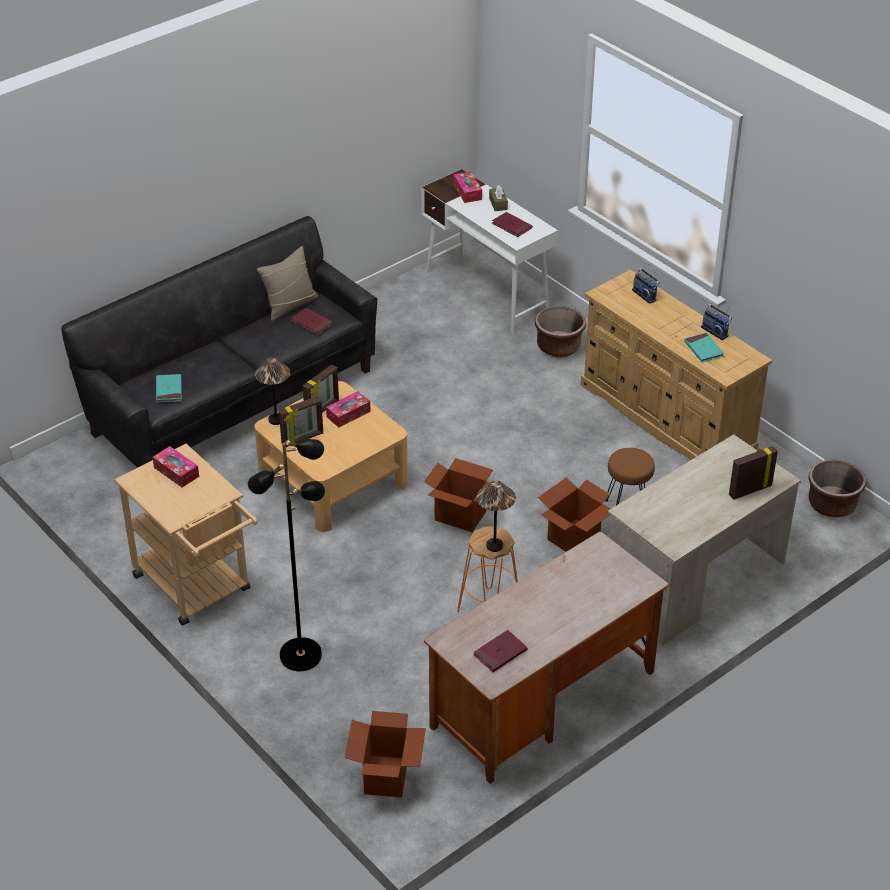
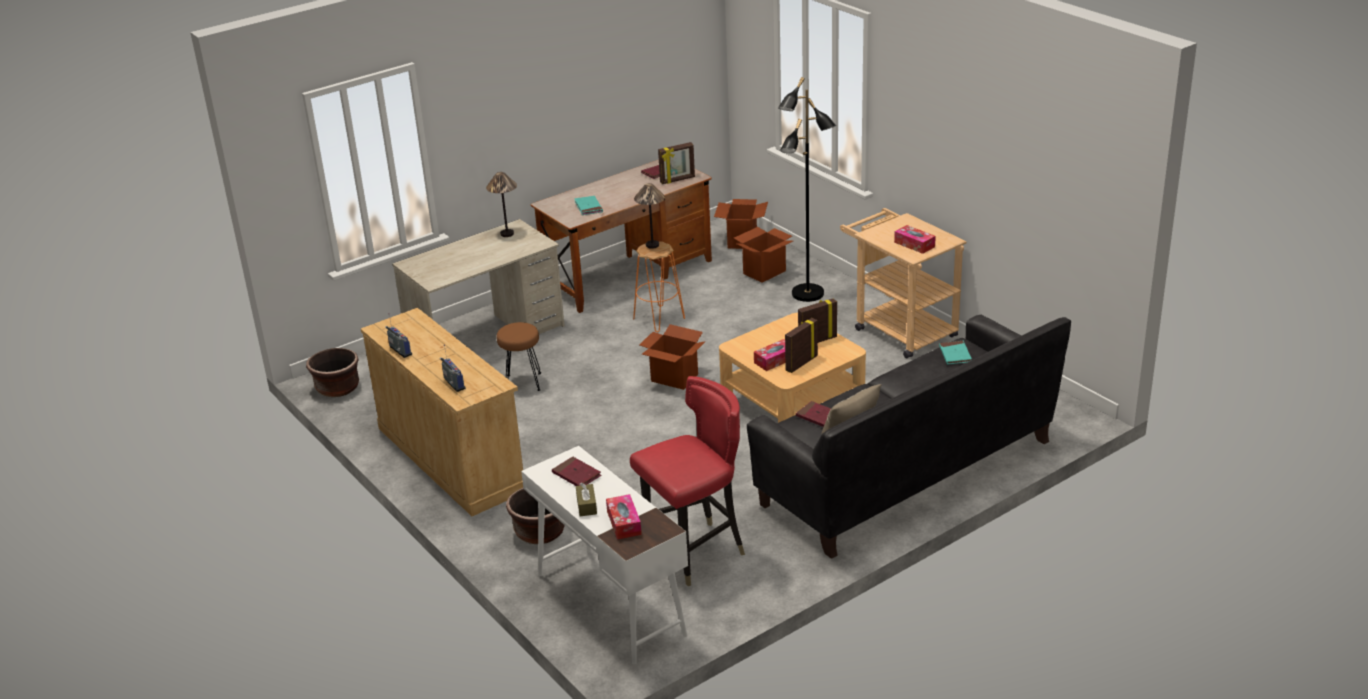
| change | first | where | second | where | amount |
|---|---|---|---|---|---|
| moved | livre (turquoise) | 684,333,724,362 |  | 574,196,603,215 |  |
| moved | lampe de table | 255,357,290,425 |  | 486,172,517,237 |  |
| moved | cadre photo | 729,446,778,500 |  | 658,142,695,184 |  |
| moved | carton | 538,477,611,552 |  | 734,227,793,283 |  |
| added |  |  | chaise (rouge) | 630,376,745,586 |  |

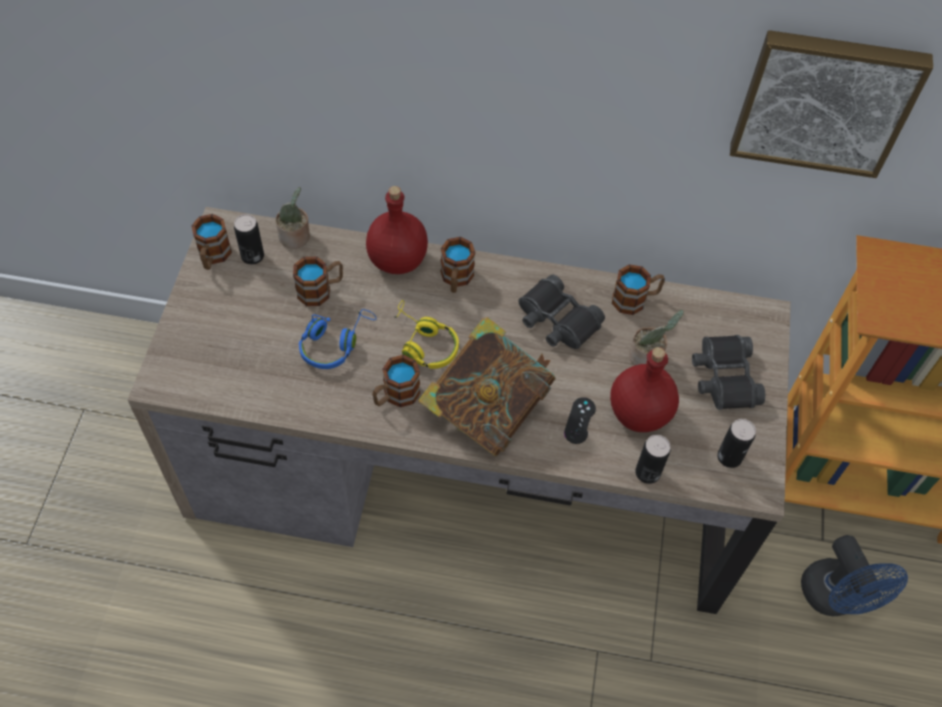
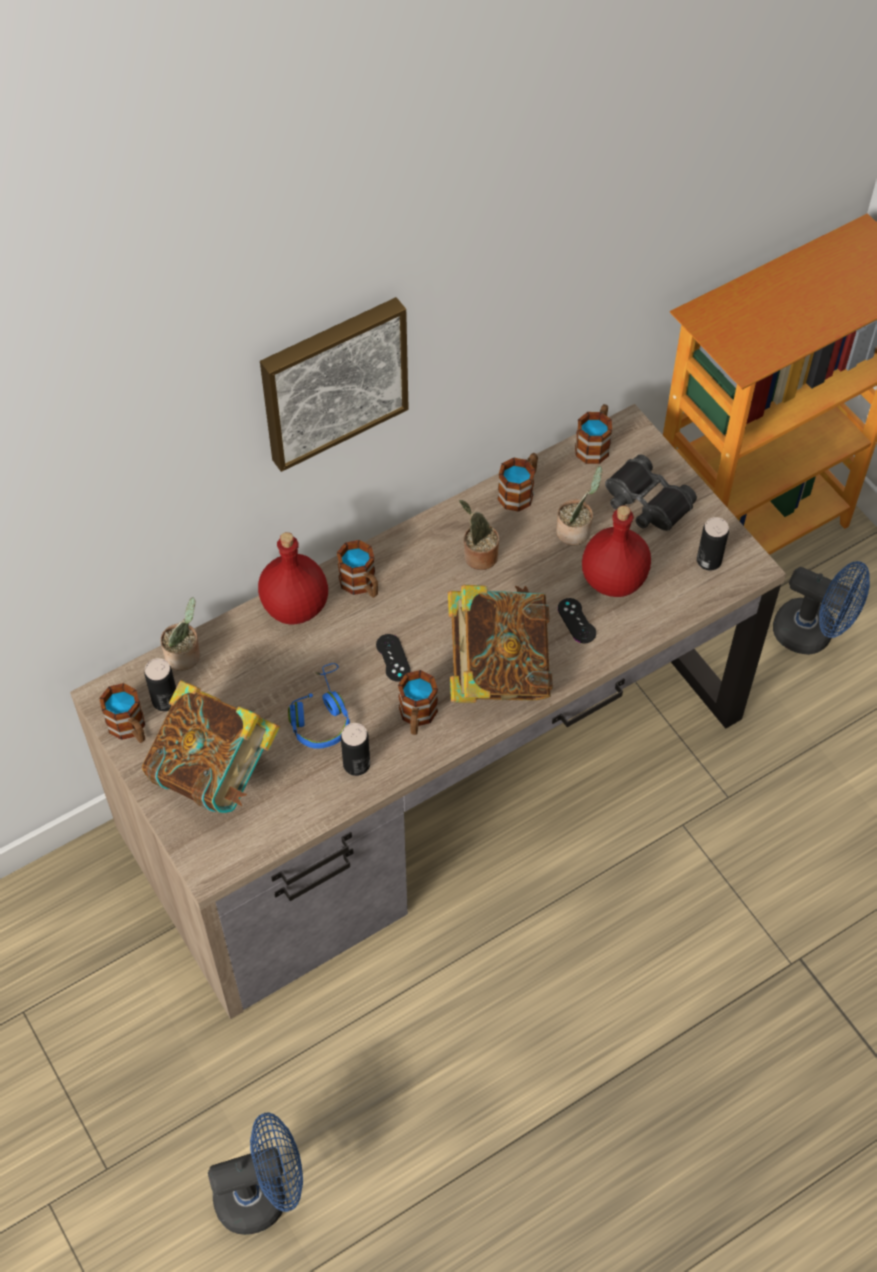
| change | first | where | second | where | amount |
|---|---|---|---|---|---|
| moved | tableau | 730,30,933,178 |  | 260,297,409,472 |  |
| moved | mug | 293,257,343,306 |  | 575,404,612,464 |  |
| replaced | jumelles (noir) | 518,274,605,349 | plante en pot | 459,500,499,570 |  |
| replaced | casque audio (jaune) | 394,300,459,369 | manette (noir) | 376,634,411,682 |  |
| moved | boîte métallique | 635,435,670,484 |  | 341,723,370,776 |  |
| added |  |  | livre | 142,680,280,813 |  |
| added |  |  | ventilateur (bleu) | 208,1112,303,1235 |  |

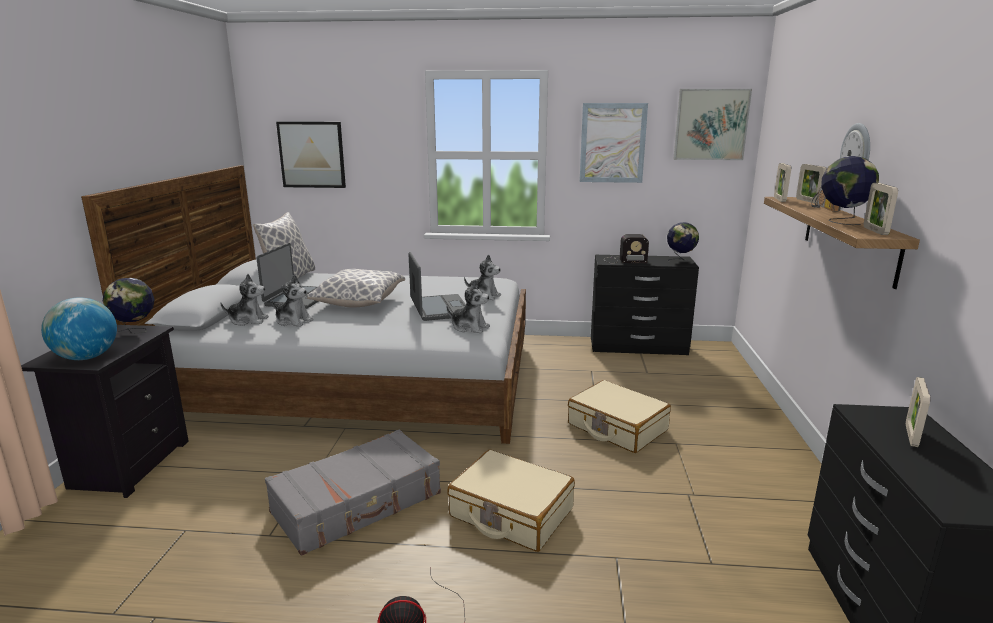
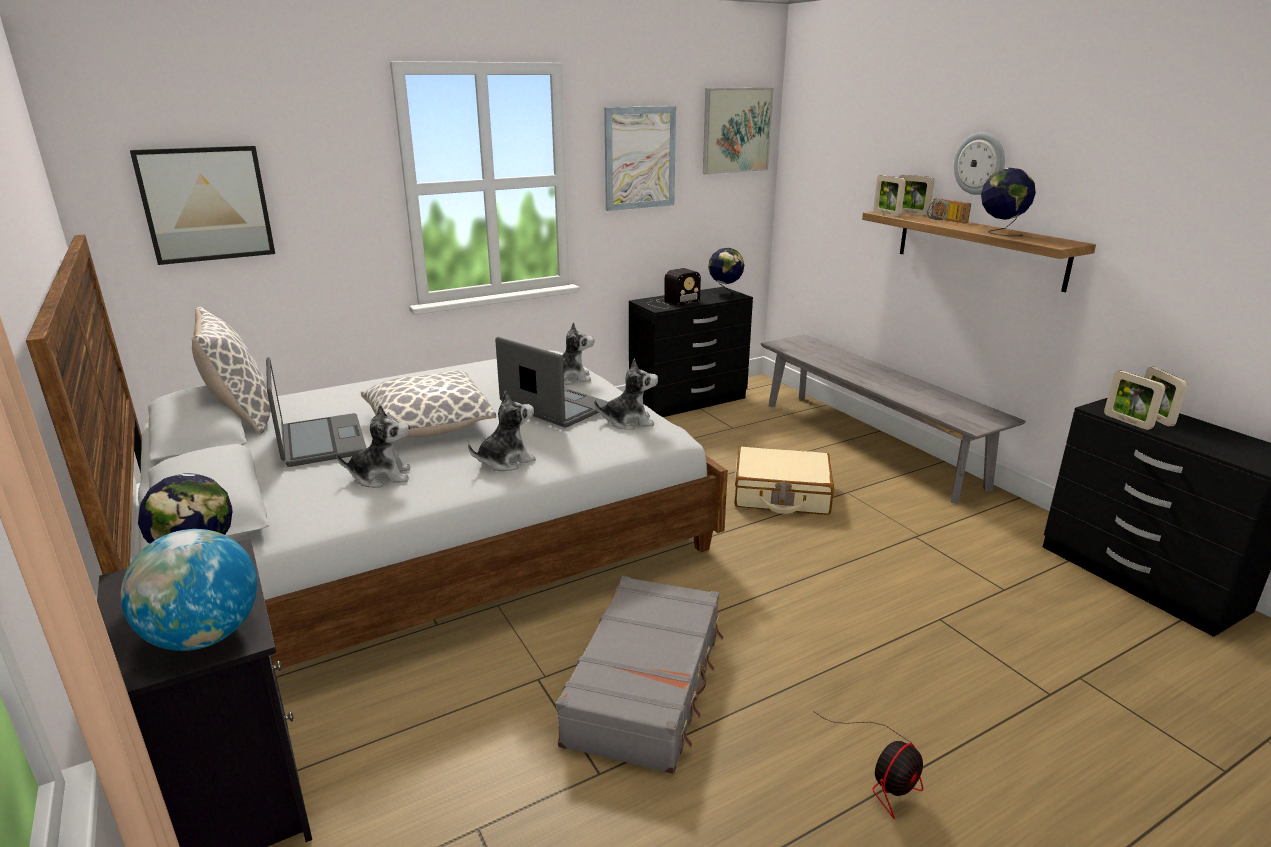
| change | first | where | second | where | amount |
|---|---|---|---|---|---|
| moved | cadre photo | 864,183,898,235 |  | 1104,371,1165,430 |  |
| moved | peluche | 220,274,269,326 |  | 468,390,536,471 |  |
| removed | valise (beige) | 447,450,575,552 |  |  |  |
| added |  |  | banc (gris) | 761,335,1026,504 |  |

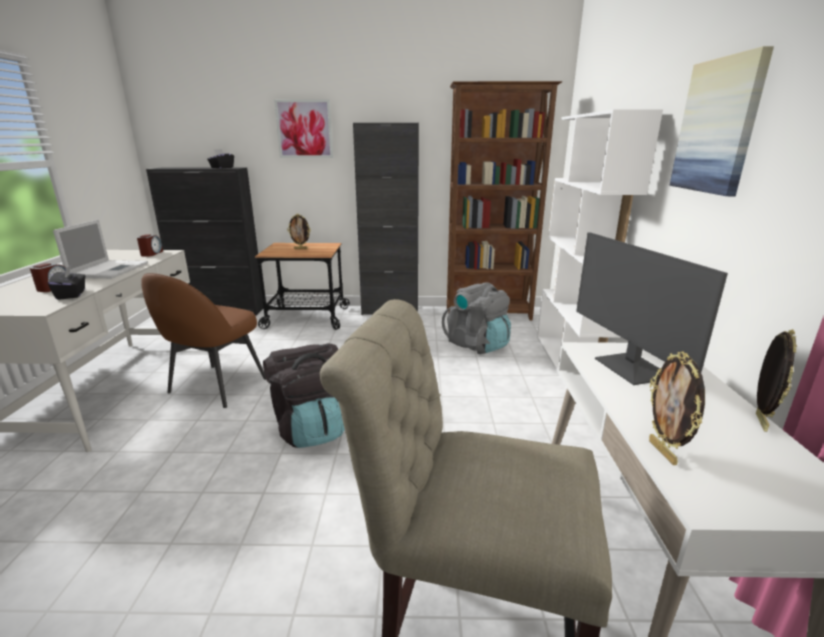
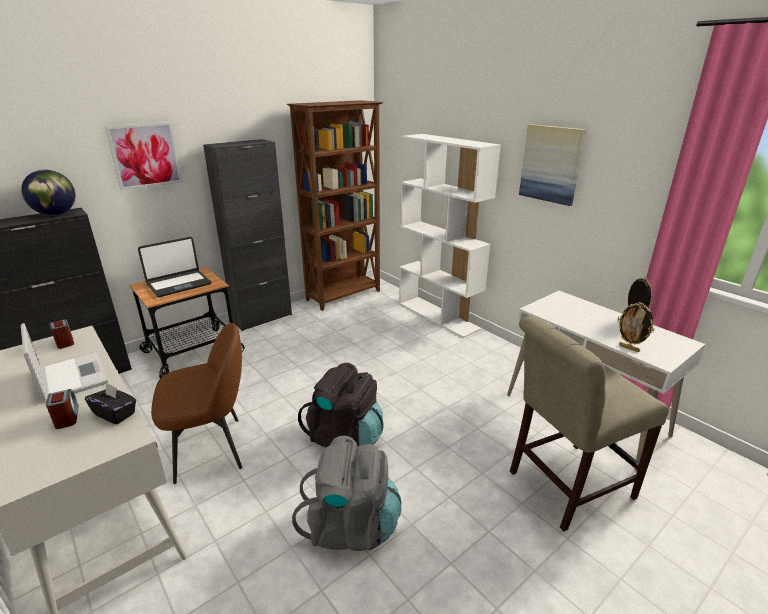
| change | first | where | second | where | amount |
|---|---|---|---|---|---|
| replaced | boîte à mouchoirs (noir) | 207,149,234,169 | globe | 21,170,76,215 |  |
| replaced | cadre photo | 287,214,311,249 | ordinateur portable | 138,237,211,297 |  |
| removed | écran d'ordinateur | 576,232,728,385 |  |  |  |
| turned | chaise (marron) | 141,273,266,408 |  | 151,323,242,484 | 90 degrees counterclockwise |
| moved | sac à dos (gris) | 442,282,511,354 |  | 292,436,401,551 |  |

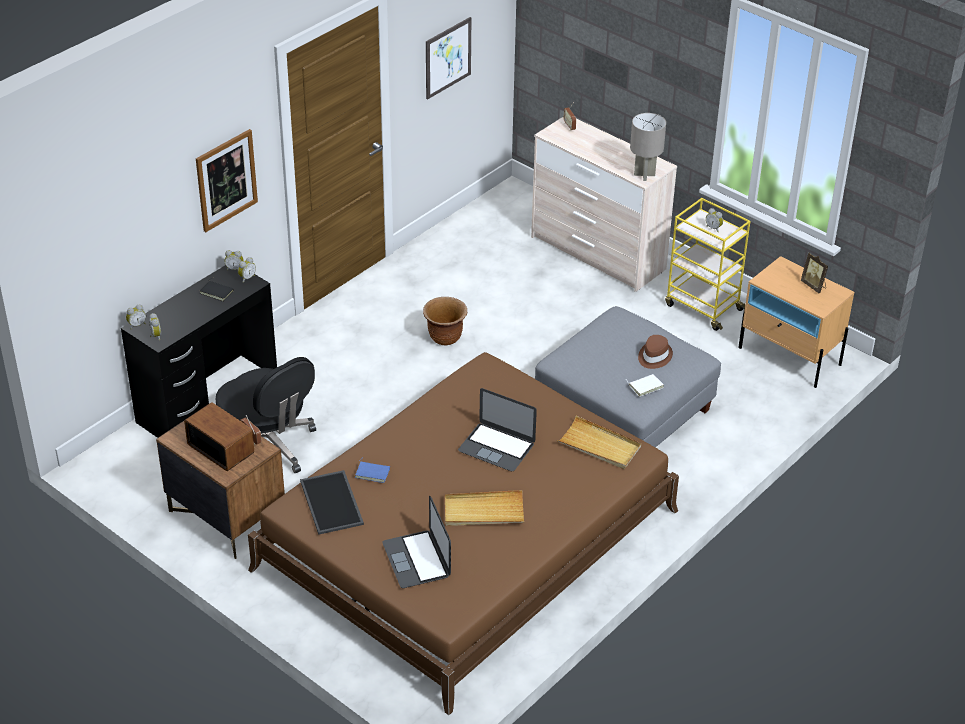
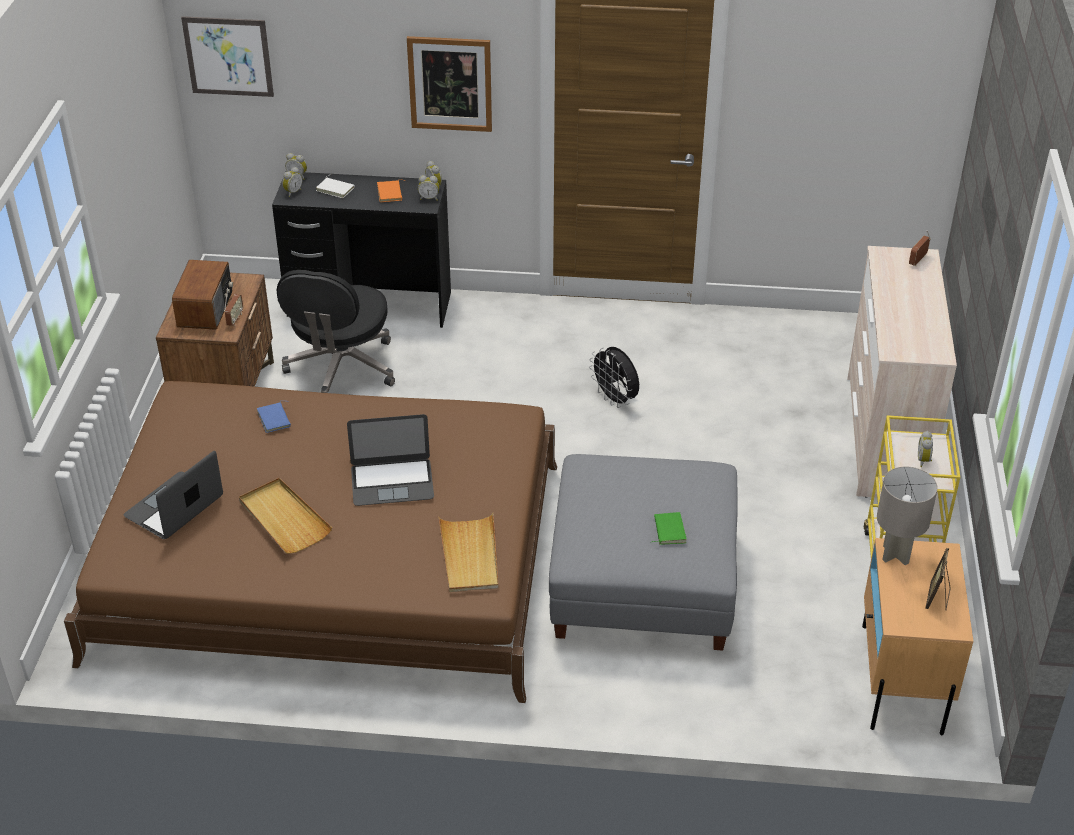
| change | first | where | second | where | amount |
|---|---|---|---|---|---|
| moved | tableau | 426,17,471,100 |  | 181,16,274,97 |  |
| moved | lampe de table (gris) | 630,113,666,181 |  | 877,467,938,565 |  |
| recoloured | livre (noir) | 200,278,234,302 | livre (orange) | 377,179,406,202 |  |
| replaced | cache-pot (marron) | 423,297,467,346 | ventilateur (noir) | 589,347,639,408 |  |
| replaced | chapeau (marron) | 638,335,673,369 | livre (vert) | 652,512,687,545 |  |
| moved | livre (blanc) | 626,374,664,397 |  | 316,175,354,198 |  |
| turned | ordinateur portable | 458,388,537,471 |  | 347,414,434,506 | 90 degrees counterclockwise |
| removed | plateau | 300,470,364,535 |  |  |  |

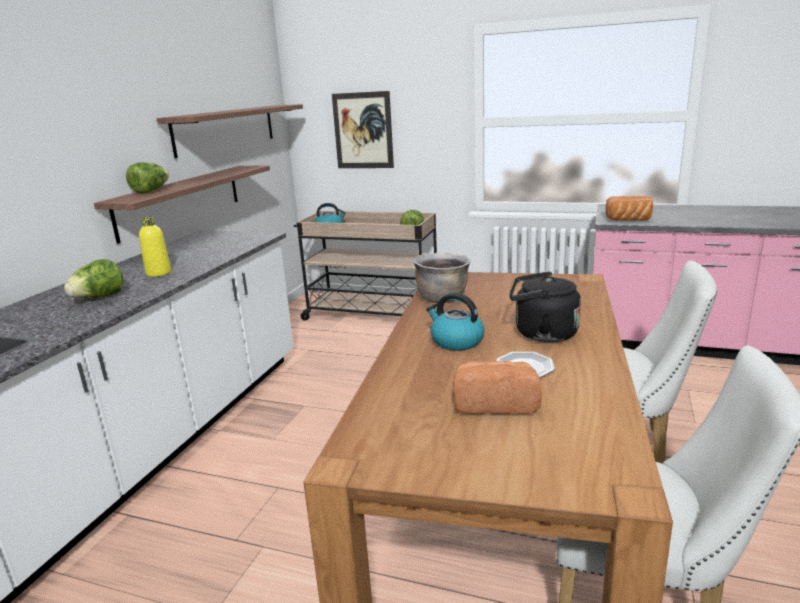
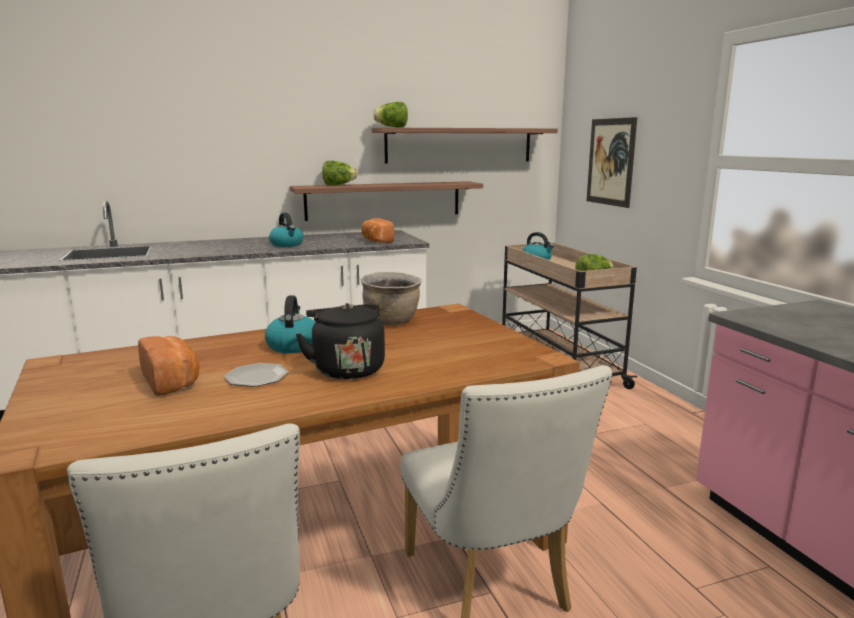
| change | first | where | second | where | amount |
|---|---|---|---|---|---|
| moved | pain | 606,196,653,221 |  | 361,218,395,243 |  |
| replaced | bouteille (jaune) | 139,217,171,277 | bouilloire | 269,212,303,247 |  |
| moved | laitue | 64,259,124,298 |  | 373,102,408,128 |  |

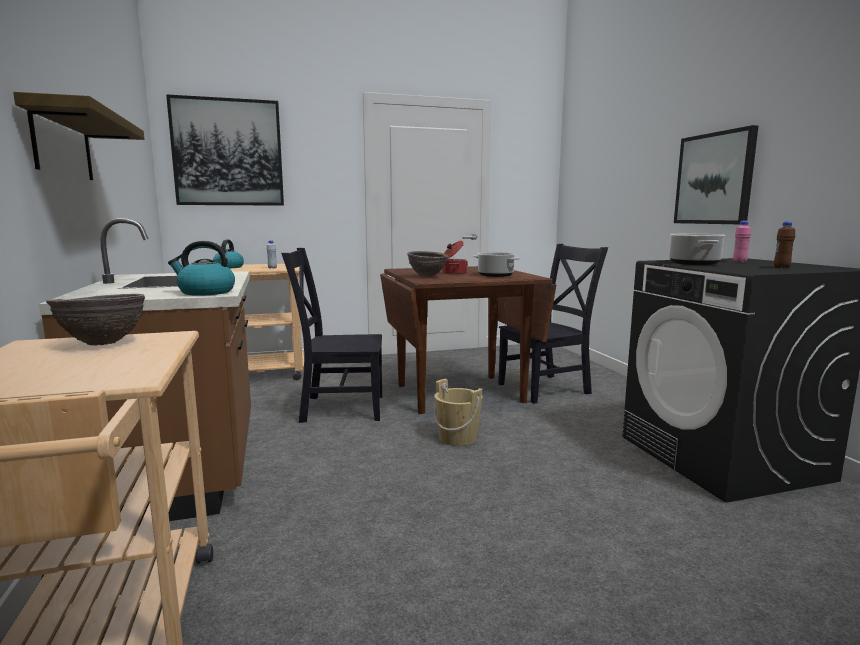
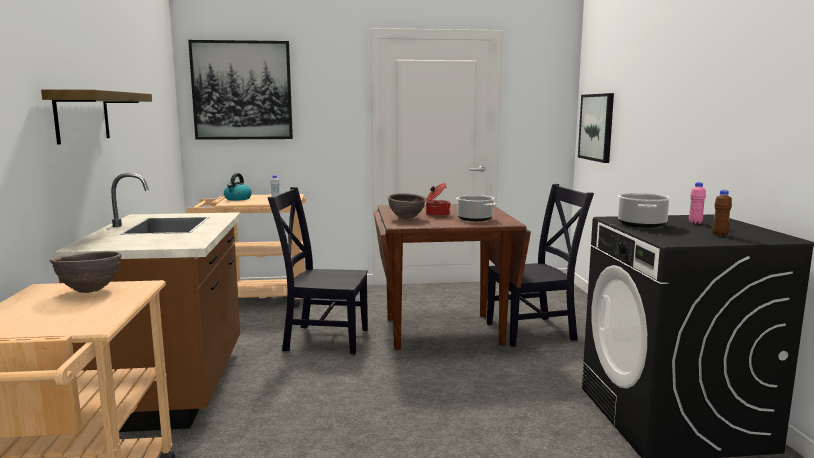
| change | first | where | second | where | amount |
|---|---|---|---|---|---|
| moved | tableau | 674,125,758,224 |  | 578,93,614,163 |  |
| removed | bouilloire | 168,241,235,296 |  |  |  |
| removed | seau (beige) | 434,379,482,446 |  |  |  |

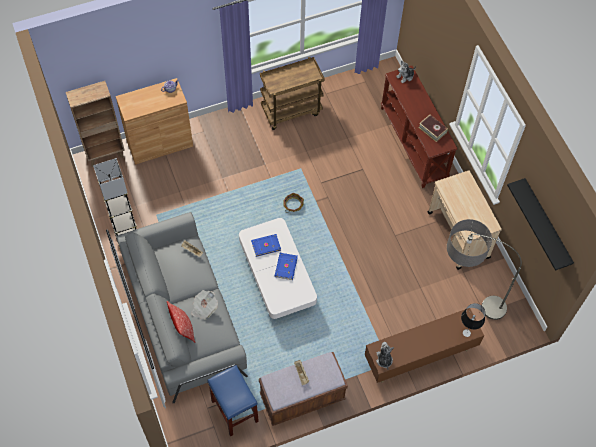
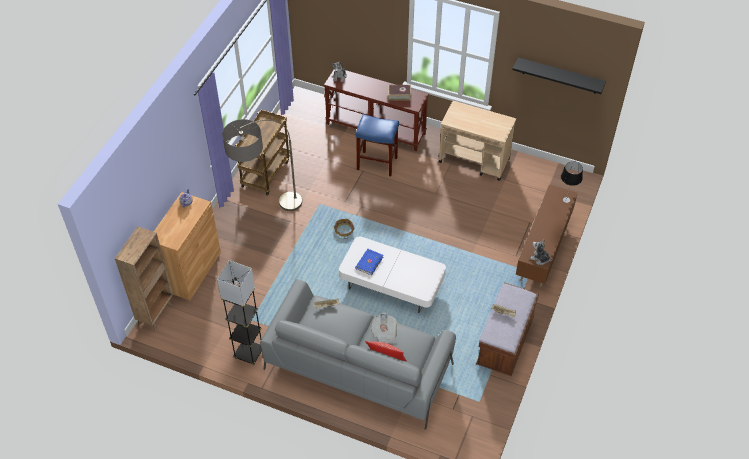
| change | first | where | second | where | amount |
|---|---|---|---|---|---|
| moved | lampadaire | 447,219,522,320 |  | 222,119,302,211 |  |
| removed | livre (bleu) | 274,253,298,280 |  |  |  |
| moved | tabouret (bleu) | 207,365,259,437 |  | 355,114,399,176 |  |

